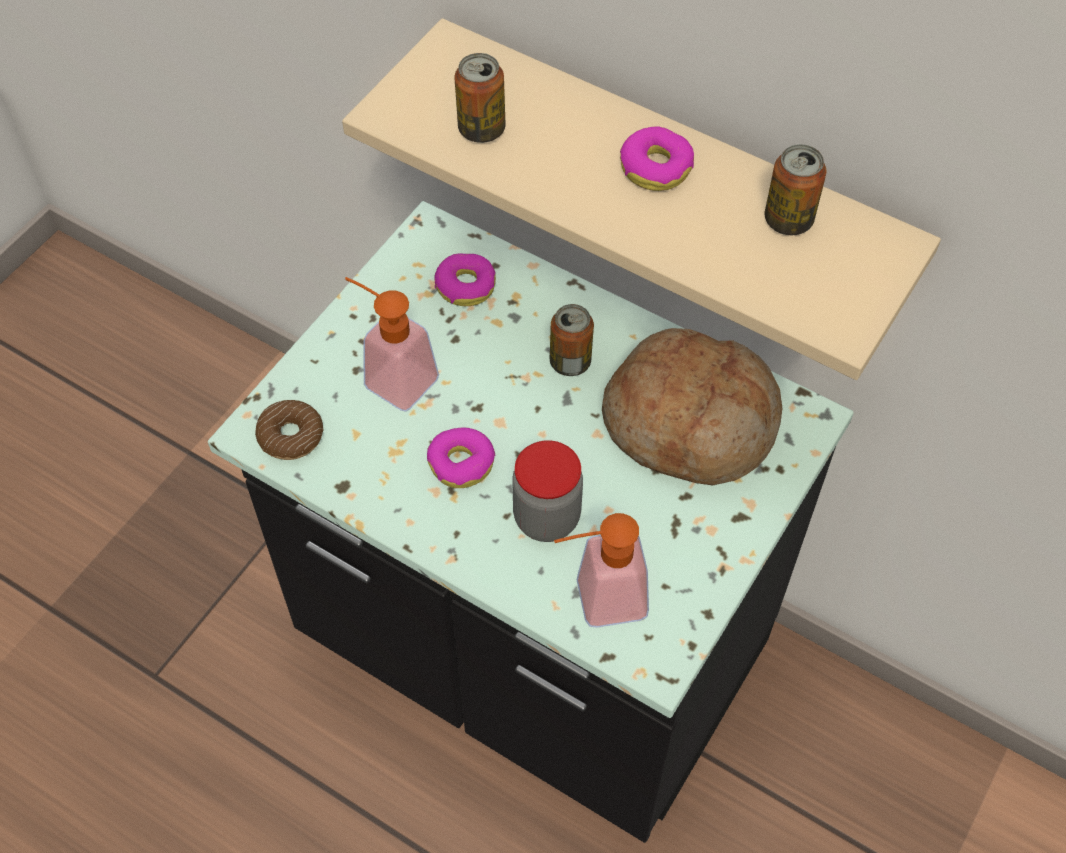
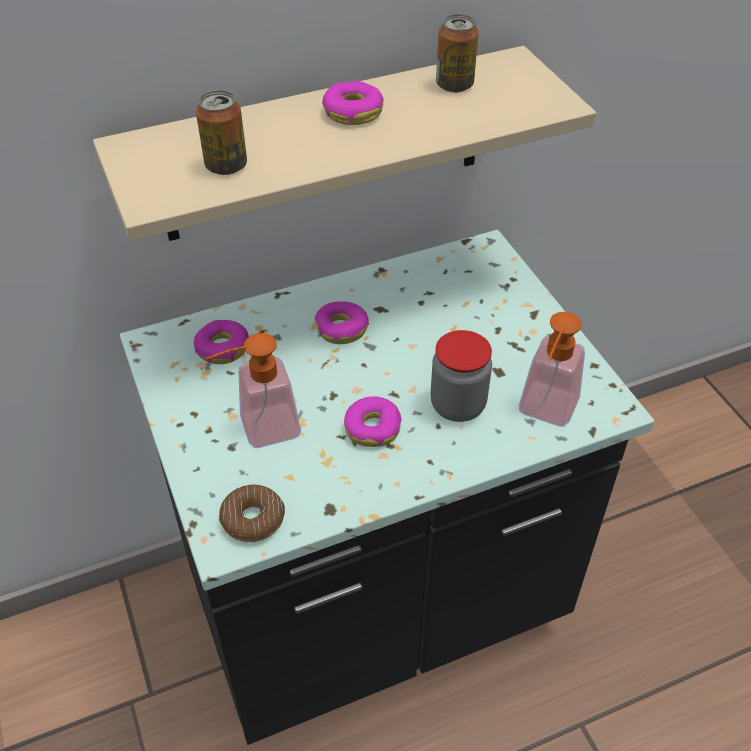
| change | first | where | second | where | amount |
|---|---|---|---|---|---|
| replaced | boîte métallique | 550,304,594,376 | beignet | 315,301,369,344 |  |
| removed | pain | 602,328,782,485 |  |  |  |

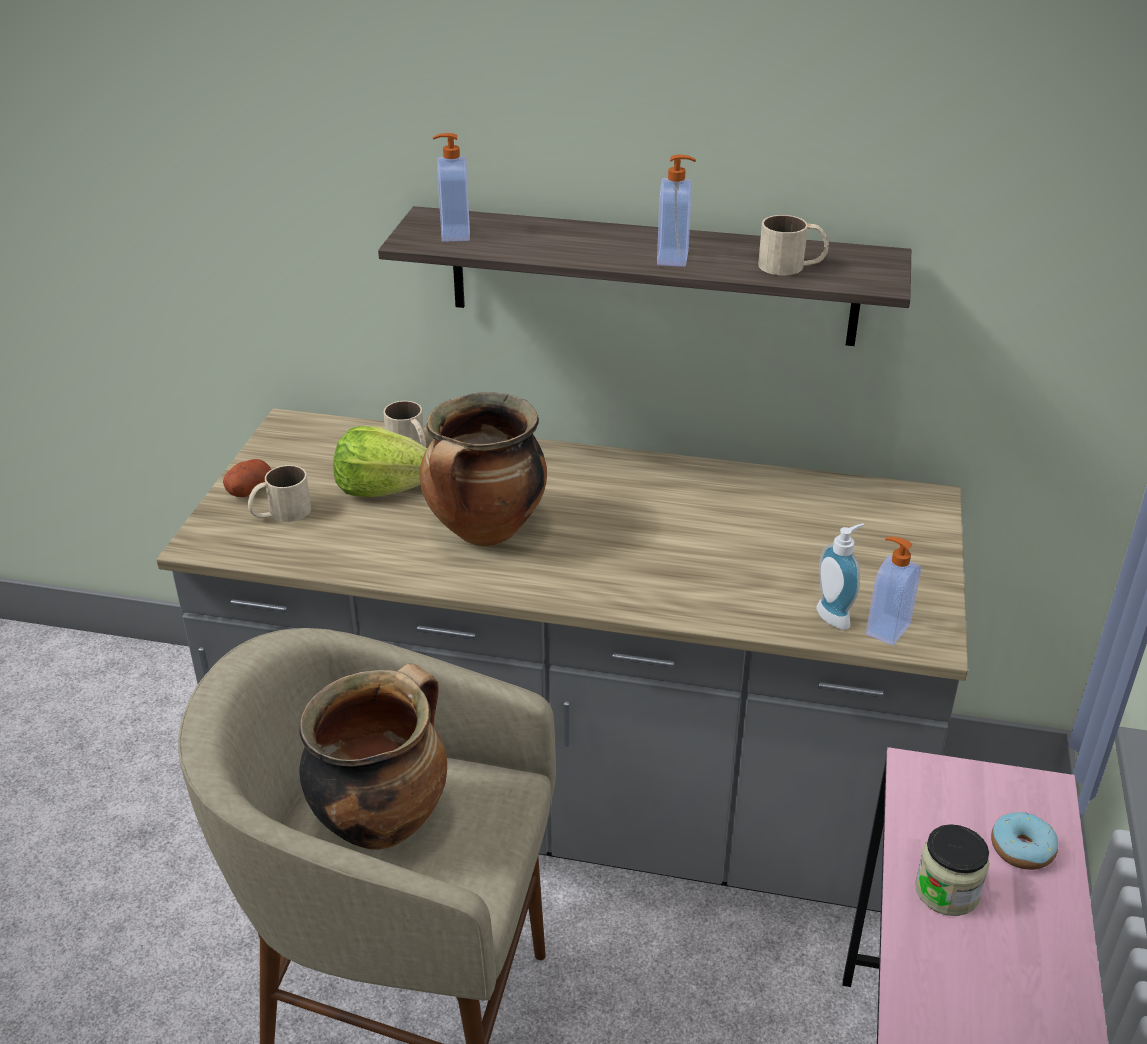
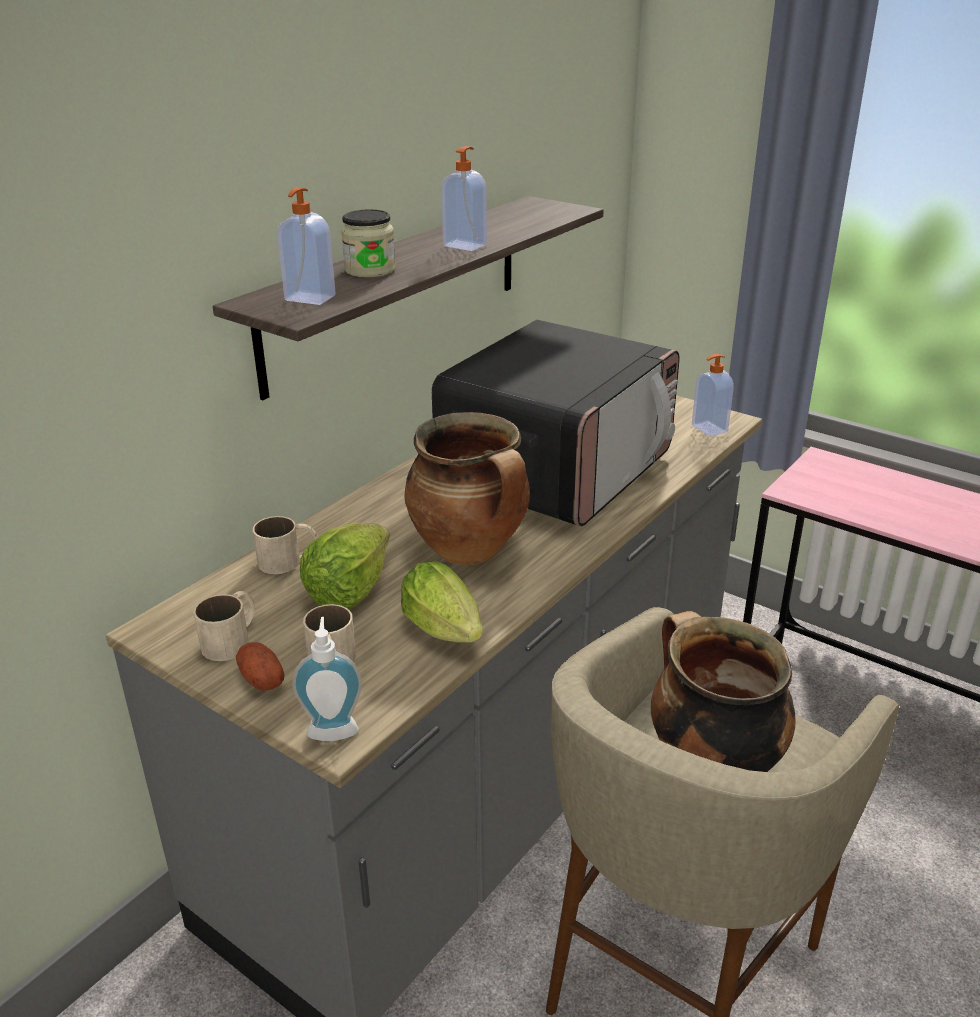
| change | first | where | second | where | amount |
|---|---|---|---|---|---|
| moved | mug (beige) | 758,215,829,275 |  | 194,591,255,661 |  |
| moved | distributeur de savon | 816,523,865,630 |  | 292,617,362,741 |  |
| removed | beignet | 991,812,1059,870 |  |  |  |
| moved | bocal | 915,824,989,916 |  | 341,209,395,277 |  |
| added |  |  | micro-ondes | 432,320,680,527 |  |
| added |  |  | laitue | 401,561,483,643 |  |

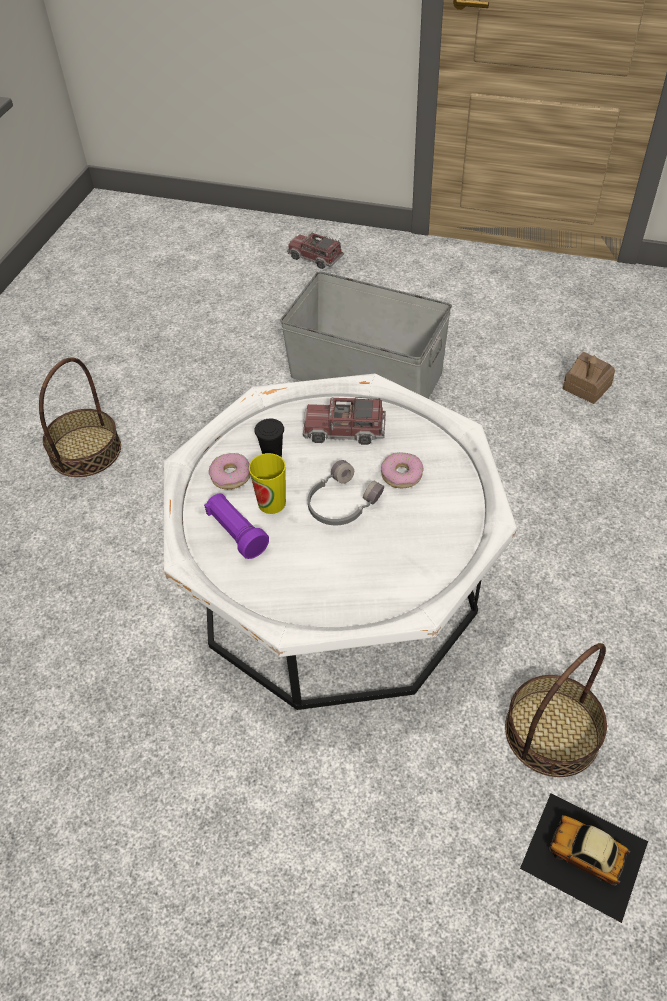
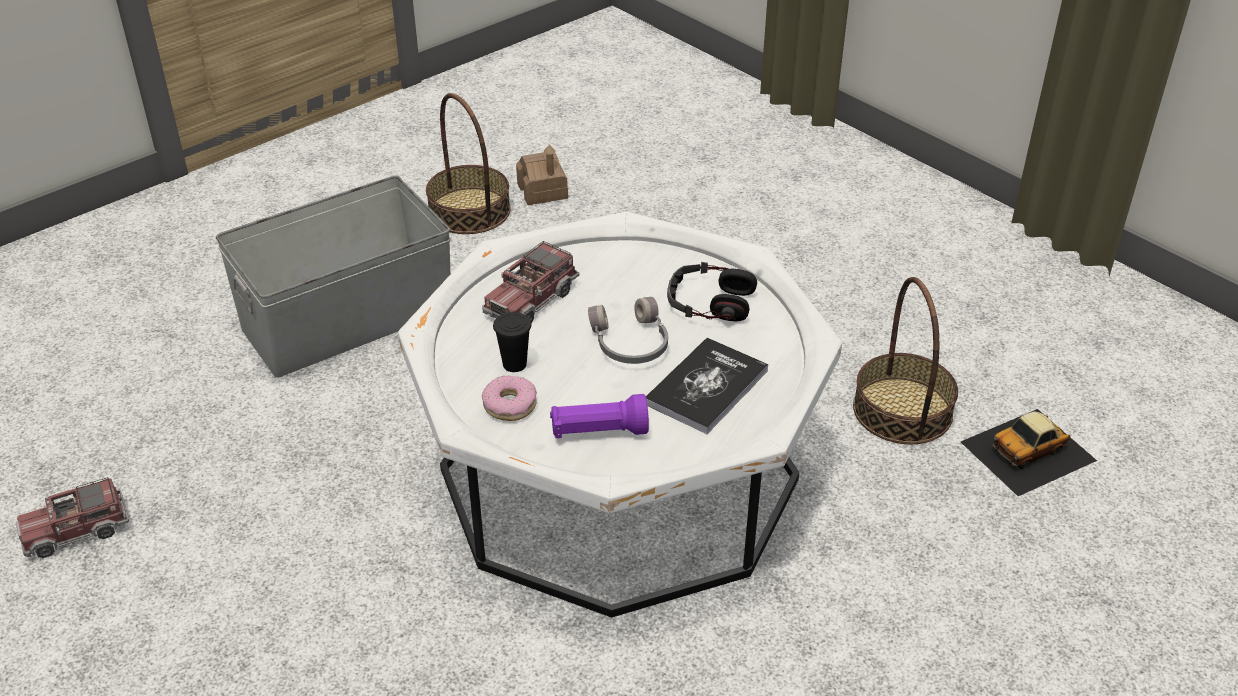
| change | first | where | second | where | amount |
|---|---|---|---|---|---|
| moved | camion jouet | 287,232,344,269 |  | 16,477,129,559 |  |
| moved | panier | 39,357,121,477 |  | 426,93,511,234 |  |
| removed | beignet | 381,452,424,488 |  |  |  |
| removed | tasse | 249,453,286,514 |  |  |  |
| added |  |  | casque audio | 667,262,757,322 |  |
| added |  |  | livre | 646,338,769,434 |  |

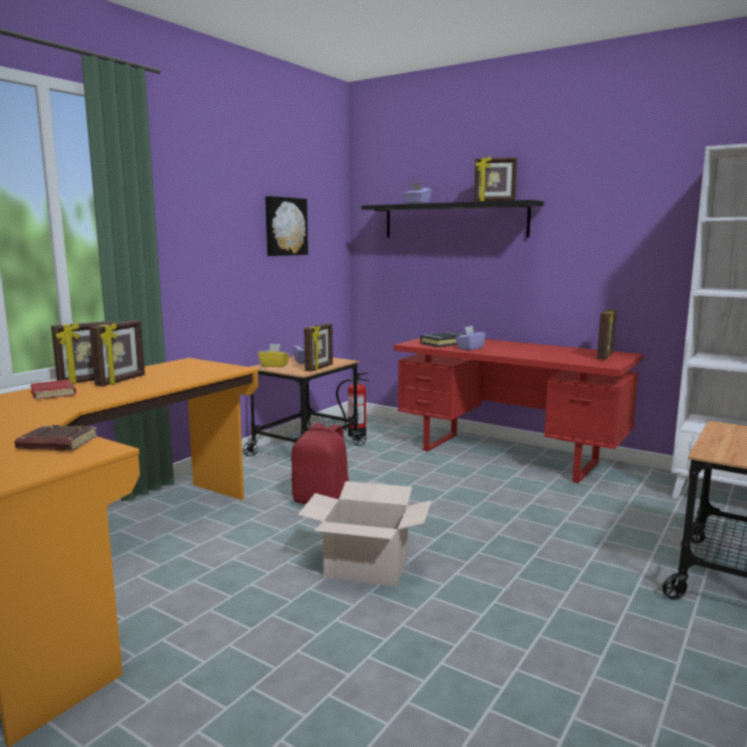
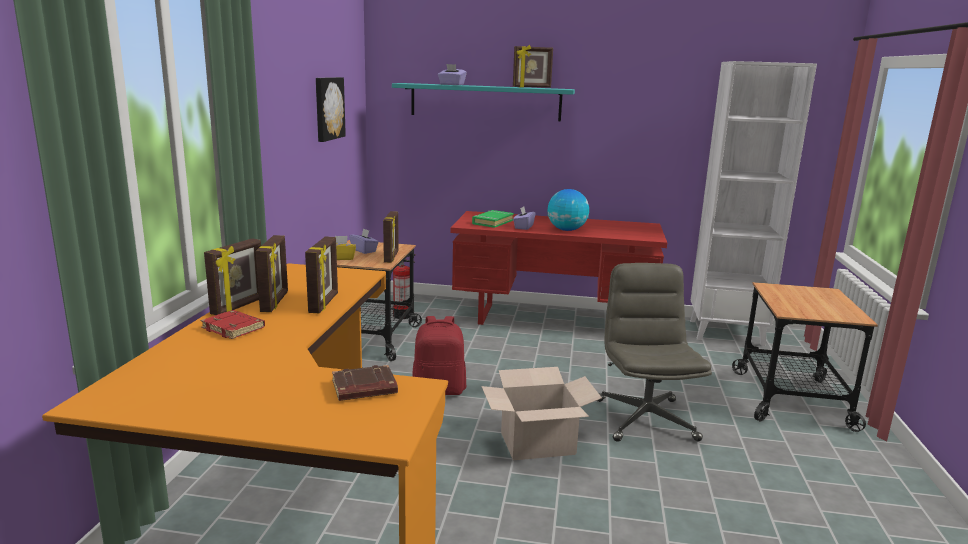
| change | first | where | second | where | amount |
|---|---|---|---|---|---|
| recoloured | étagère (noir) | 362,200,544,237 | étagère (turquoise) | 392,83,575,121 |  |
| moved | cadre photo | 597,309,617,360 |  | 305,236,338,313 |  |
| recoloured | livre (noir) | 420,332,466,347 | livre (vert) | 472,210,514,228 |  |
| added |  |  | globe | 548,189,589,231 |  |
| added |  |  | chaise de bureau (gris) | 597,263,712,442 |  |

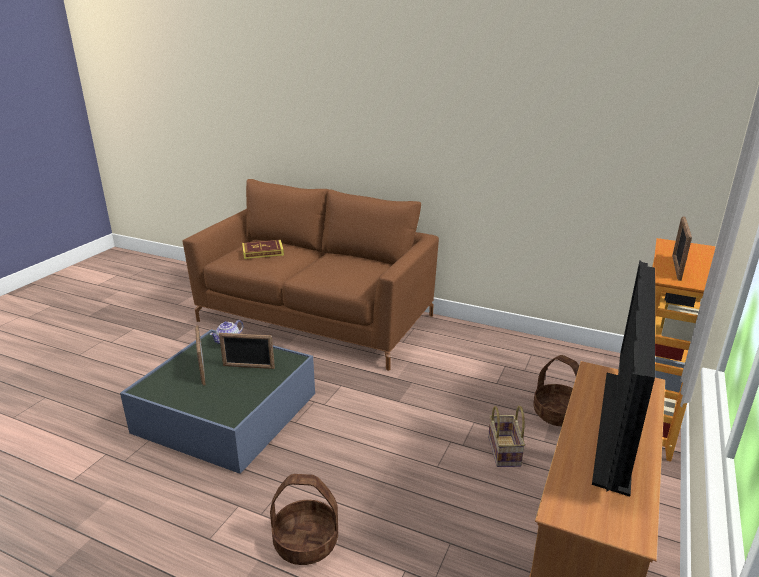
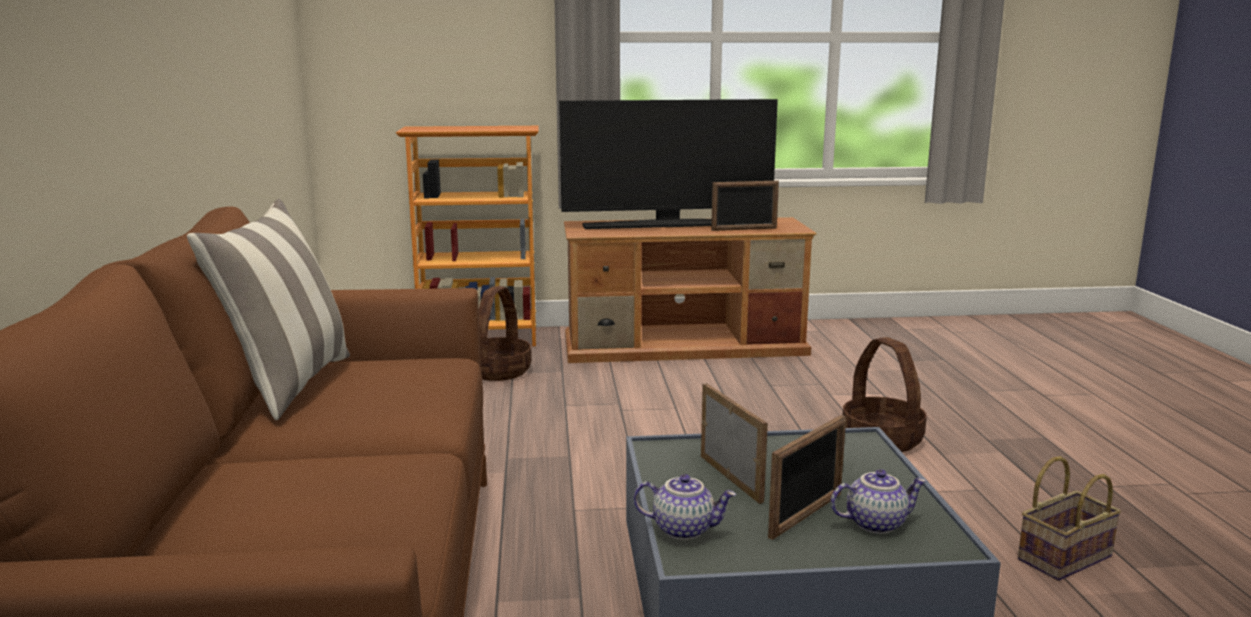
| change | first | where | second | where | amount |
|---|---|---|---|---|---|
| moved | cadre photo | 672,216,692,281 |  | 711,181,779,231 |  |
| removed | livre | 242,239,284,259 |  |  |  |
| moved | panier | 488,406,525,467 |  | 1018,456,1121,581 |  |
| added |  |  | coussin | 187,199,350,420 |  |
| added |  |  | théière | 830,469,927,534 |  |

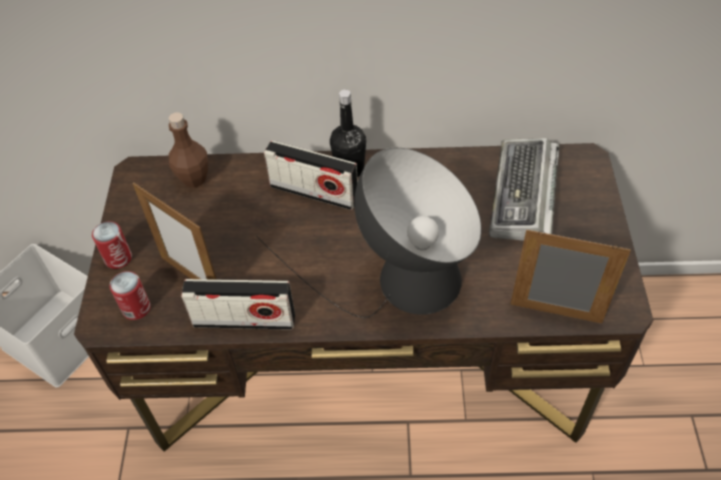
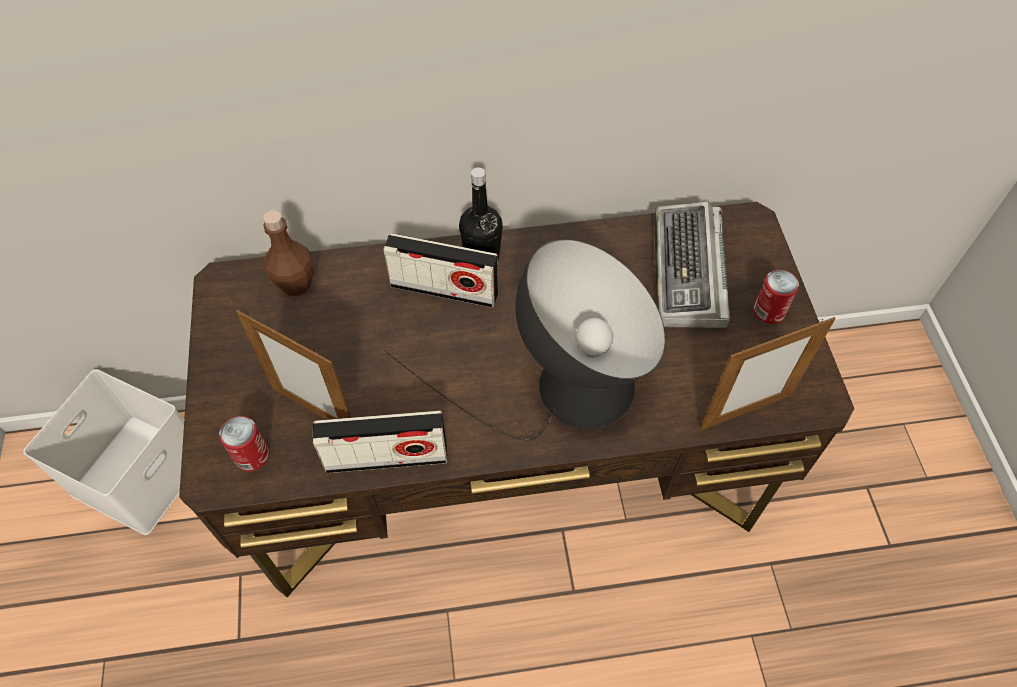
| change | first | where | second | where | amount |
|---|---|---|---|---|---|
| moved | boîte métallique | 92,221,132,269 |  | 754,270,799,324 |  |
| turned | cadre photo | 510,230,631,324 |  | 700,317,836,430 | 150 degrees clockwise |

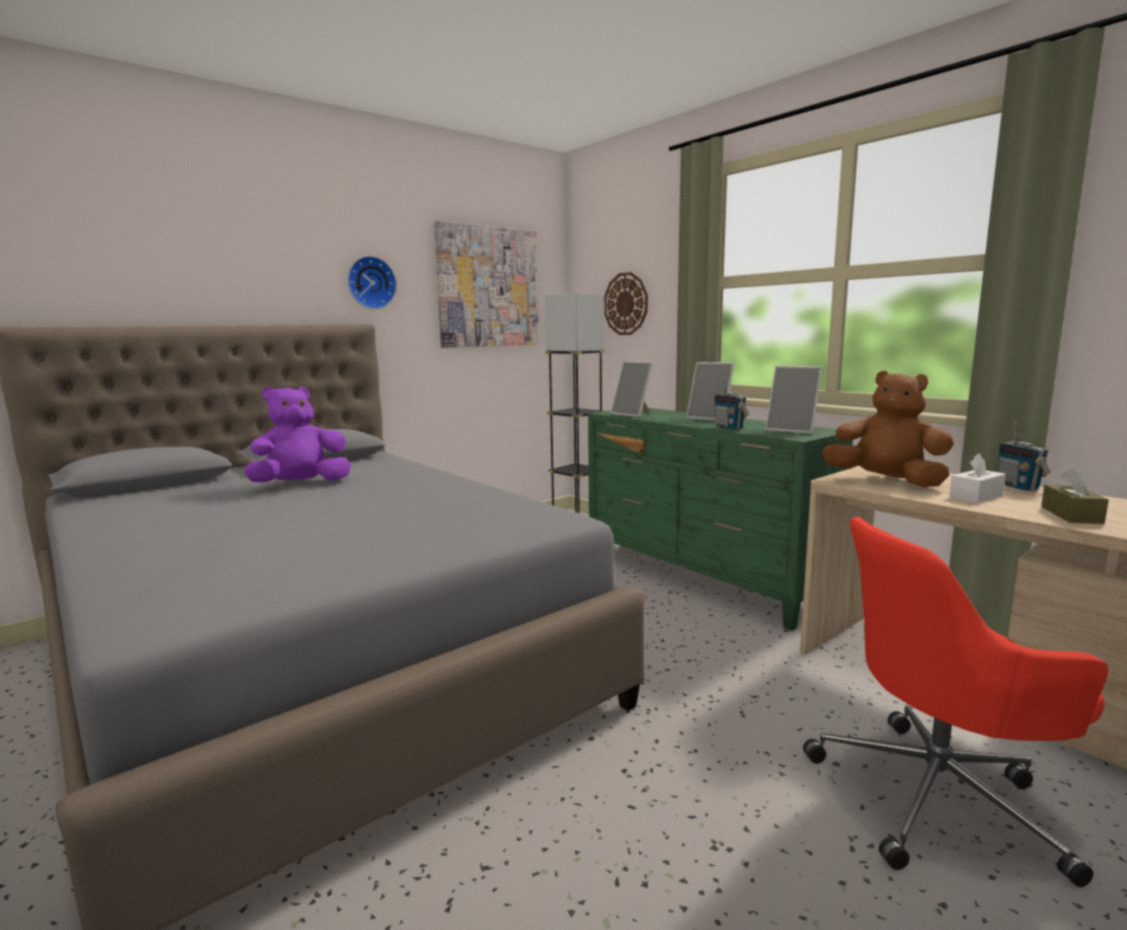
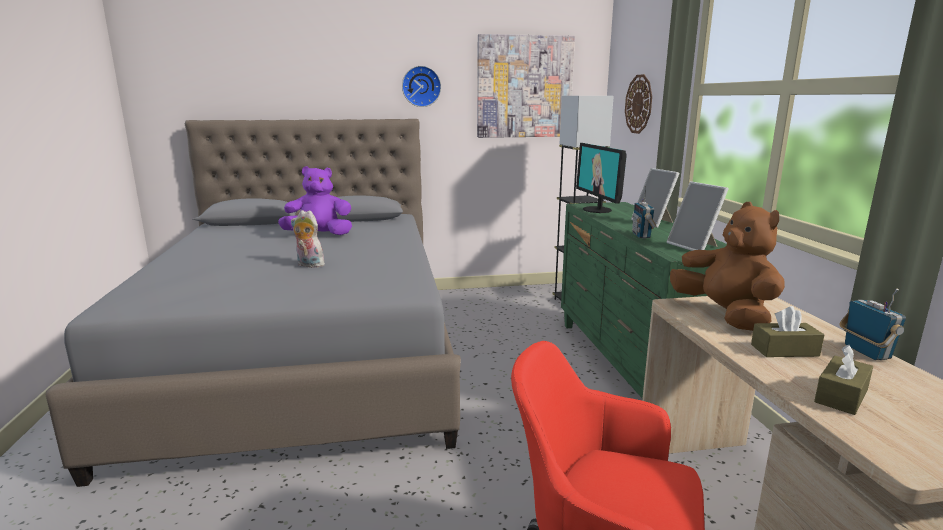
| change | first | where | second | where | amount |
|---|---|---|---|---|---|
| replaced | cadre photo | 610,361,654,417 | écran d'ordinateur | 576,143,627,213 |  |
| turned | radio | 998,420,1050,491 |  | 839,289,906,360 | 150 degrees clockwise |
| recoloured | boîte à mouchoirs (blanc) | 949,453,1006,502 | boîte à mouchoirs (marron) | 751,306,824,357 |  |
| added |  |  | peluche | 291,210,325,268 |  |

